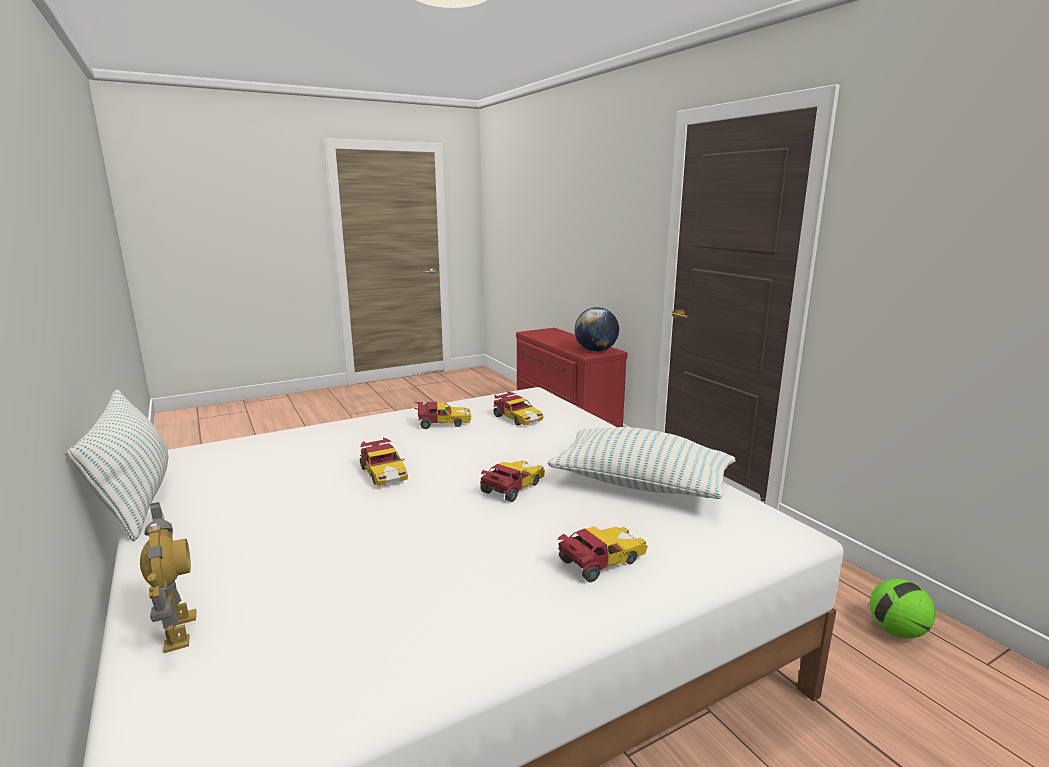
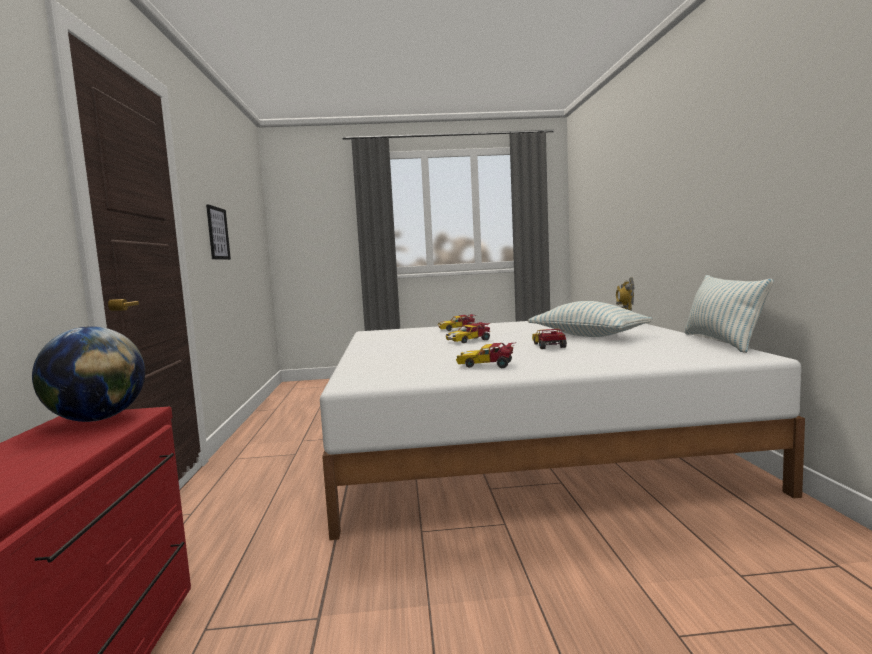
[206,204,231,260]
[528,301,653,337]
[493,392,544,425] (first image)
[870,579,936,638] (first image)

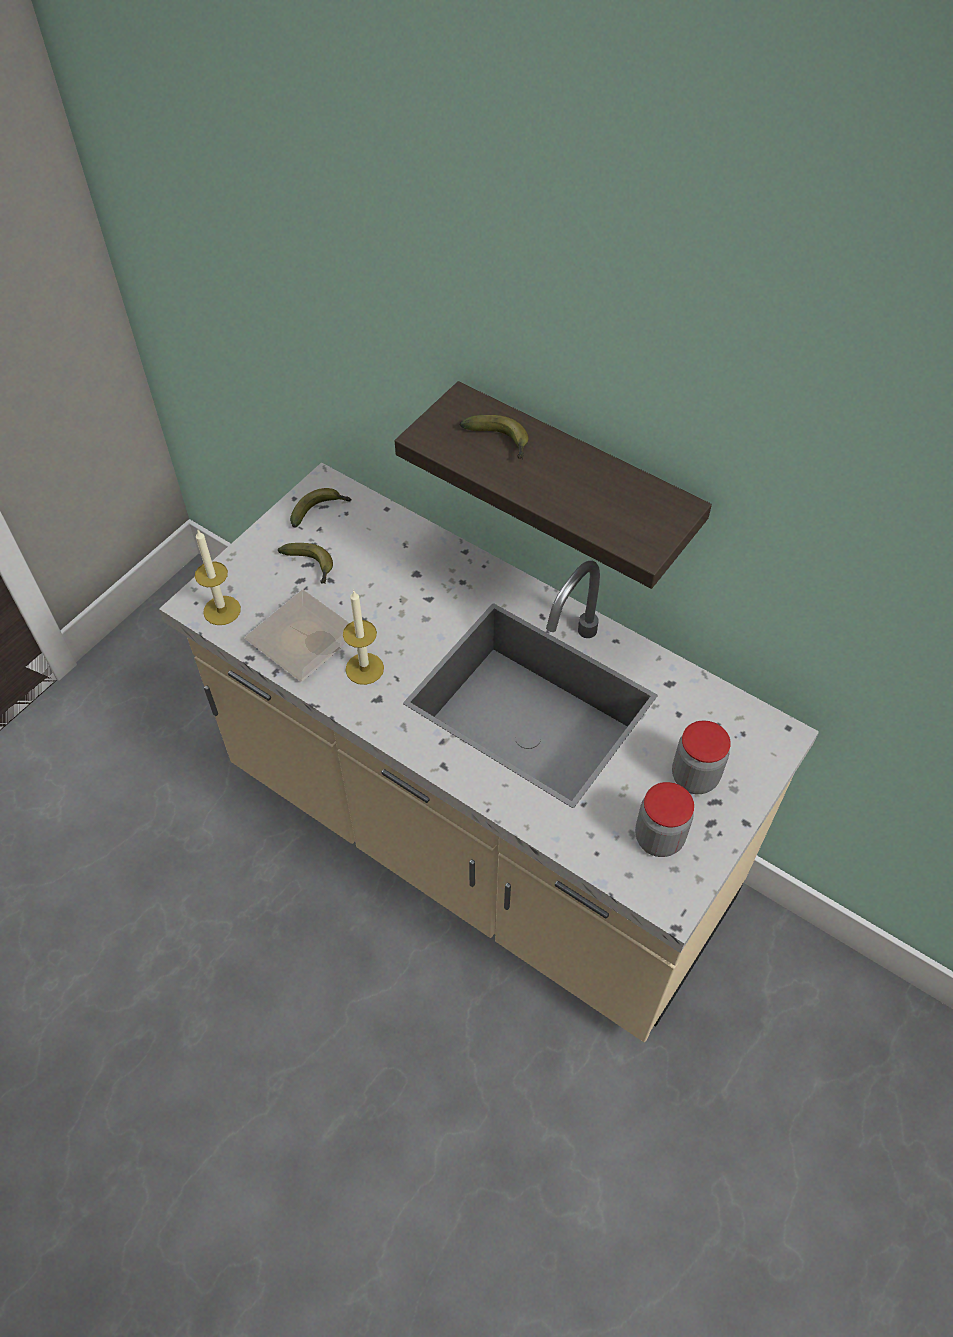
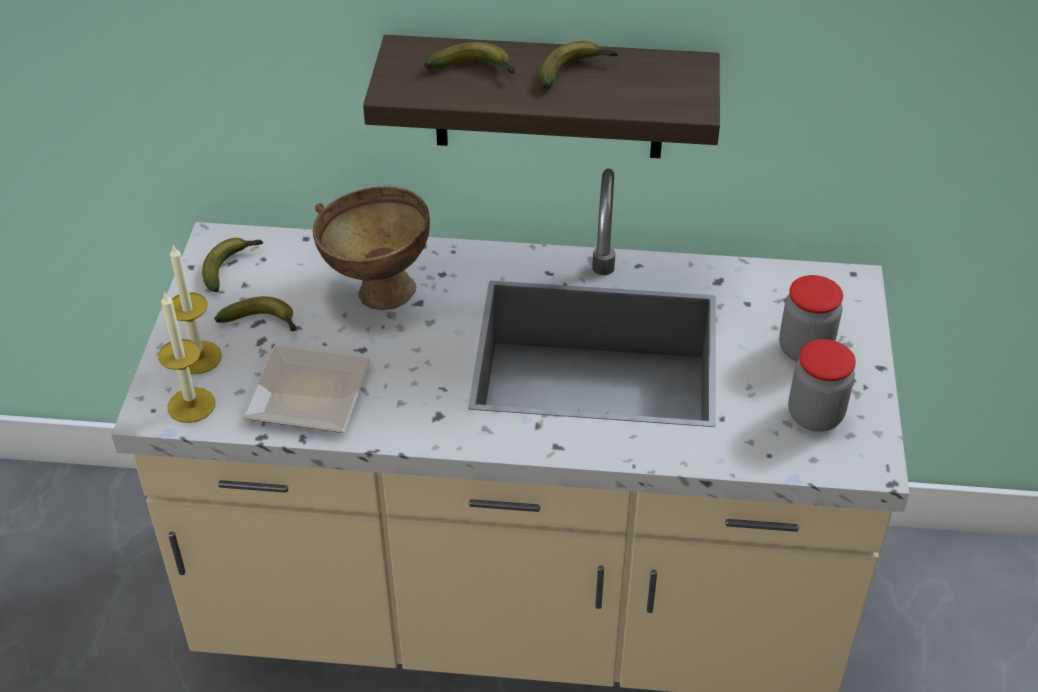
[170,245,222,374]
[313,186,430,310]
[538,41,618,89]

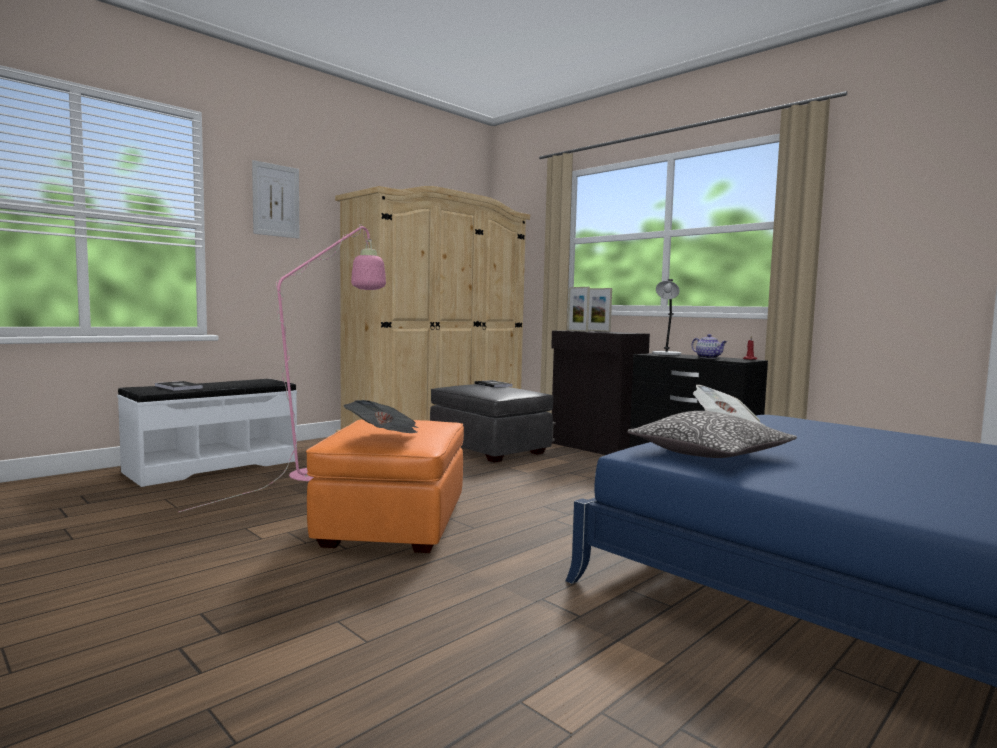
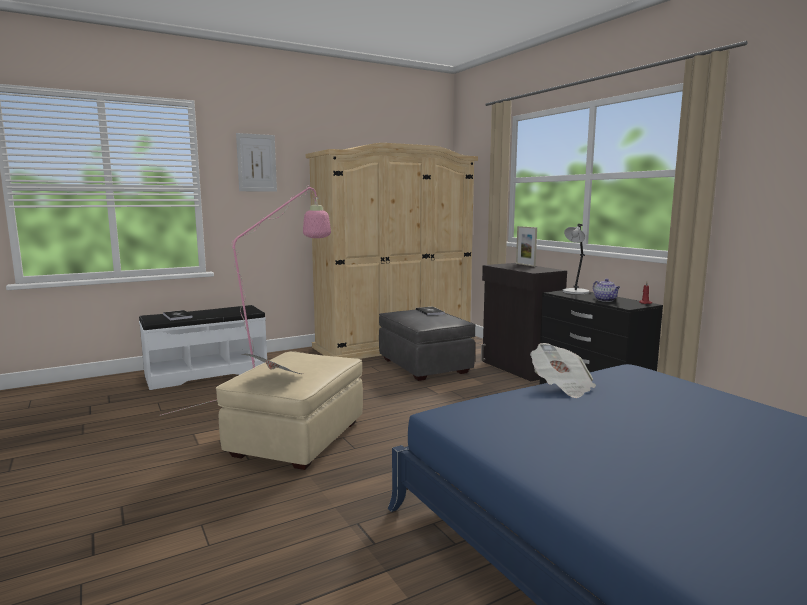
[216,351,363,470]
[567,287,590,332] (first image)
[627,411,797,458] (first image)

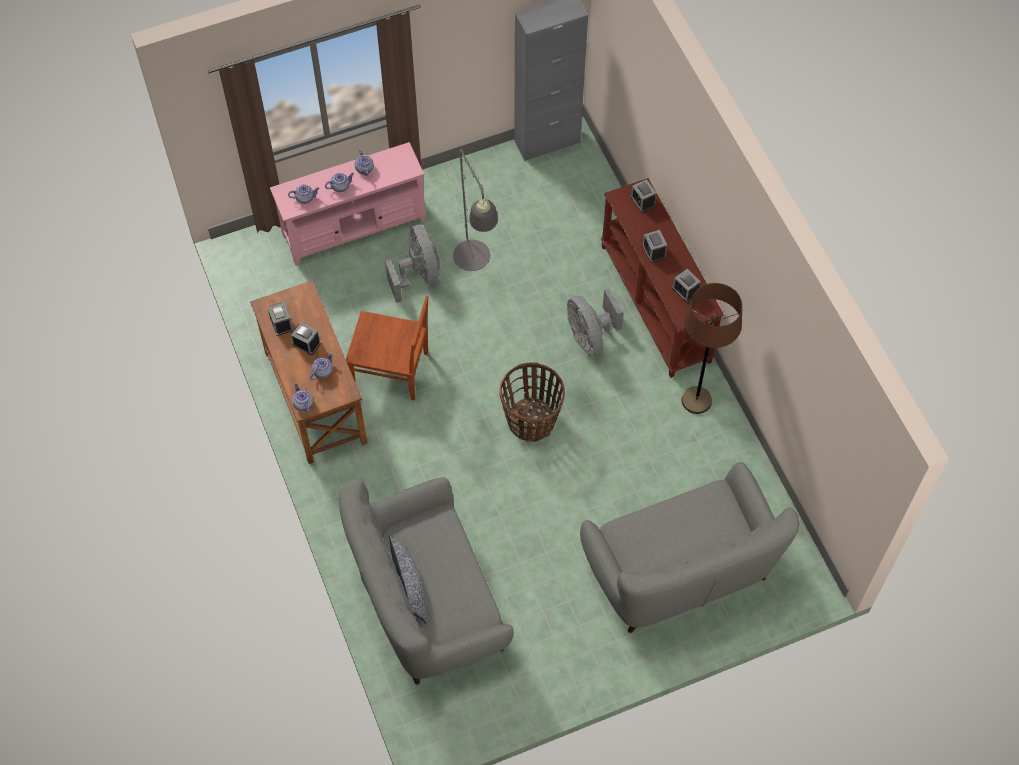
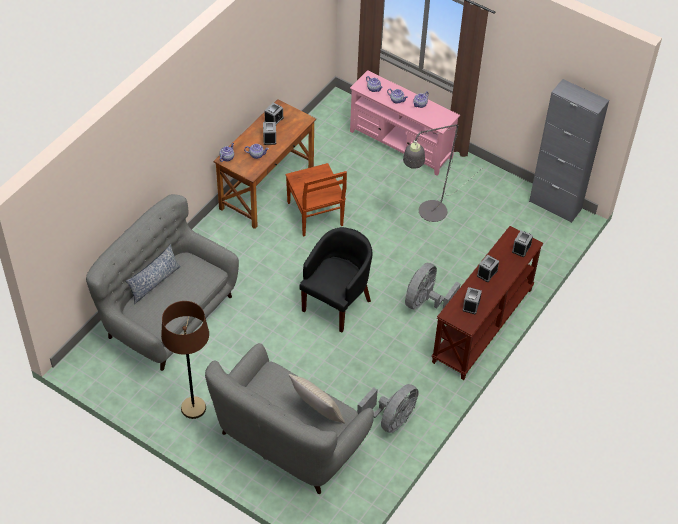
[161,301,209,419]
[289,374,345,423]
[299,227,372,332]
[357,384,419,433]

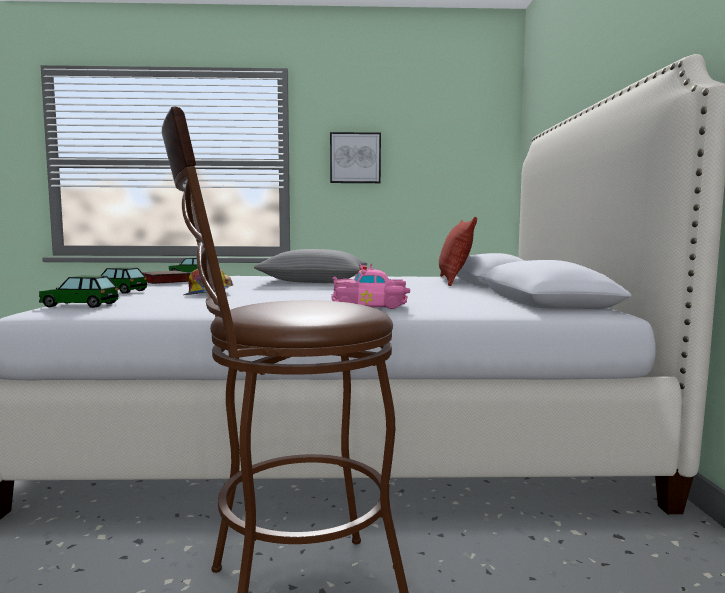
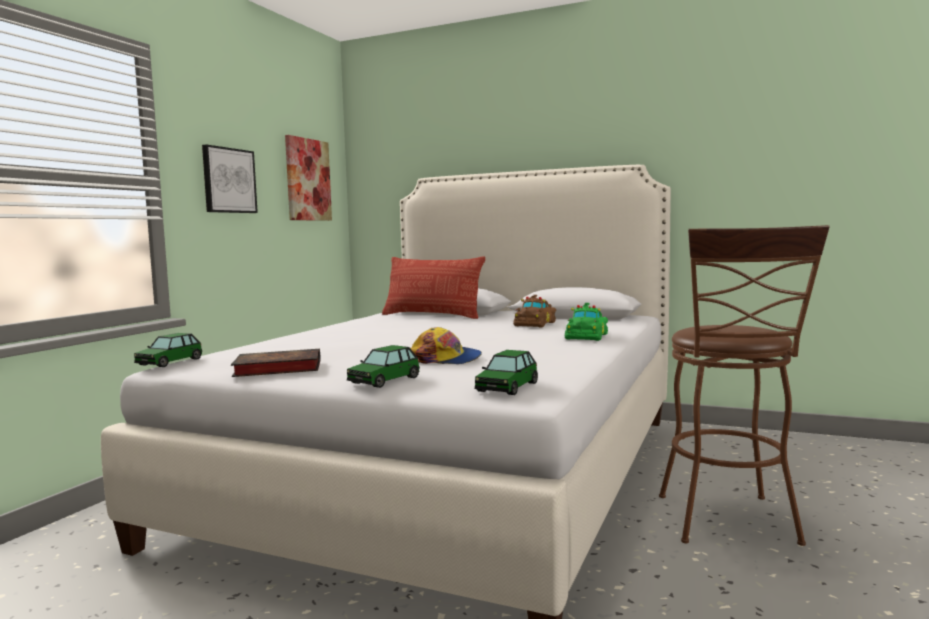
[285,135,332,221]
[513,295,556,327]
[565,303,608,341]
[254,249,367,283] (first image)

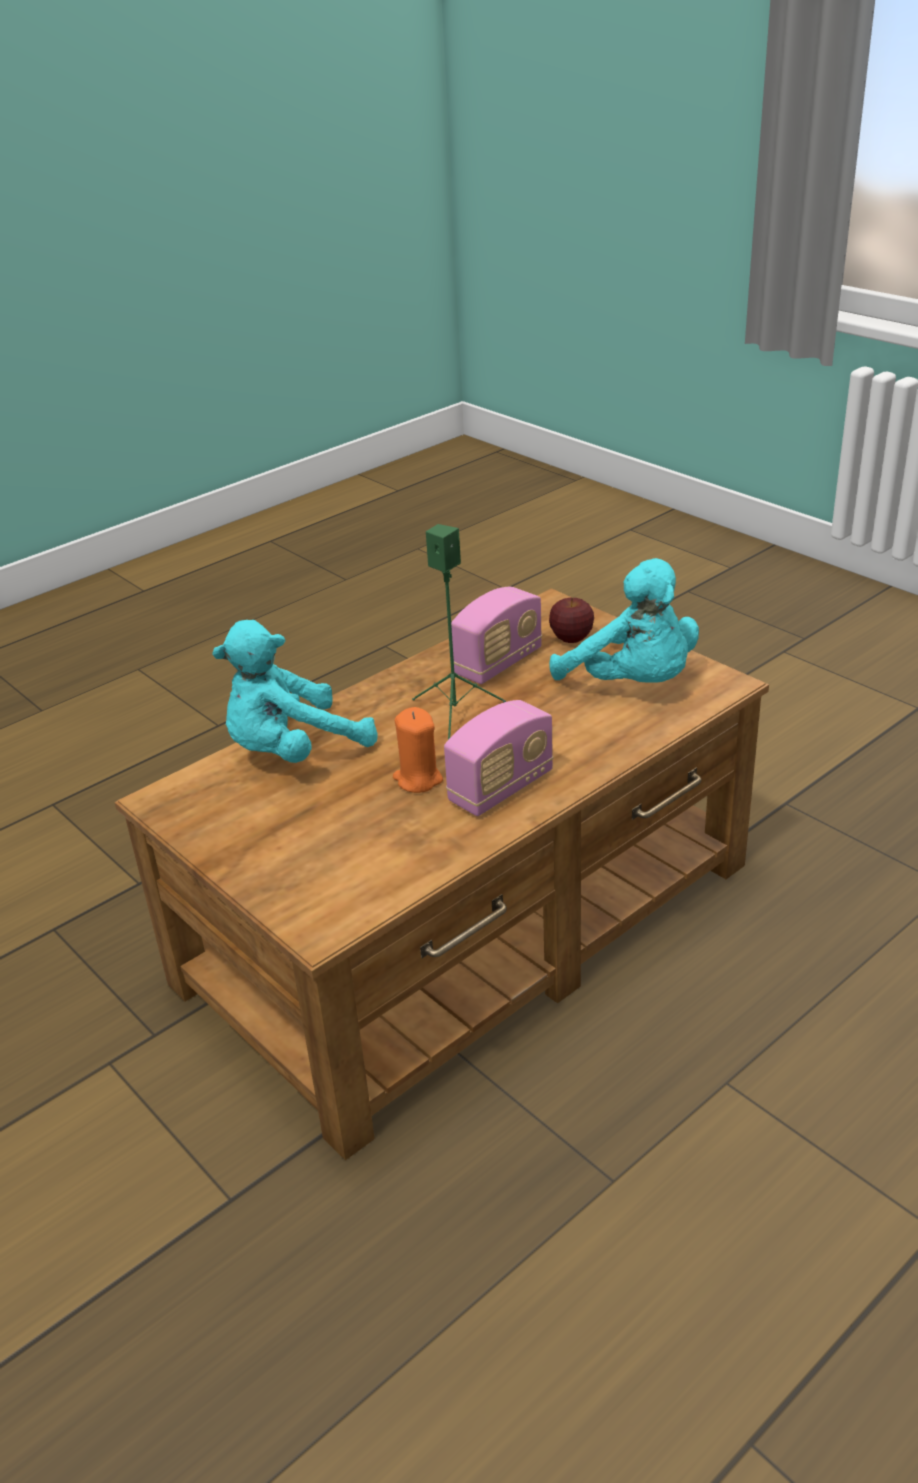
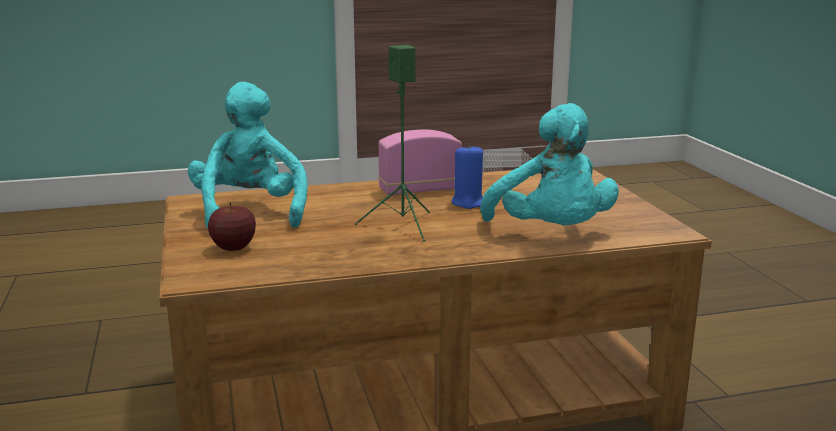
[452,143,483,209]
[480,103,619,225]
[451,587,542,684] (first image)

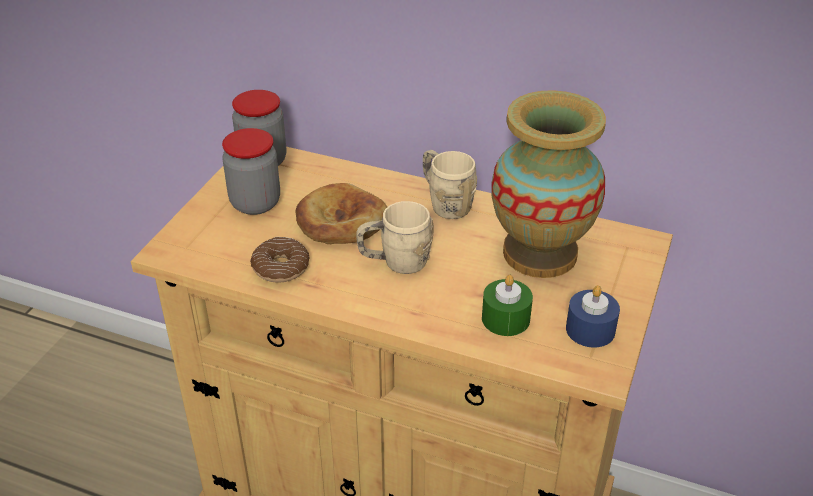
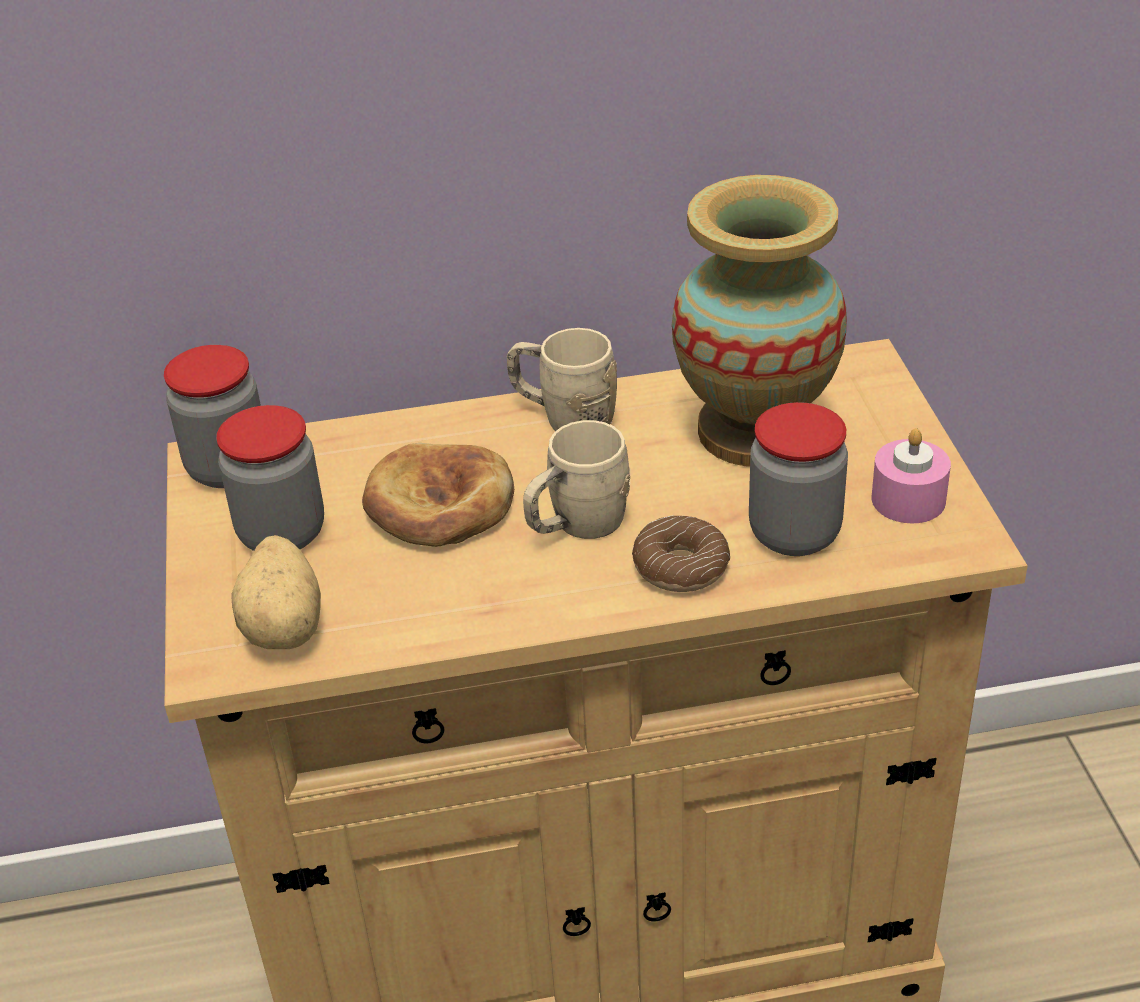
[231,535,321,649]
[632,516,730,592]
[749,402,848,556]
[871,428,951,523]

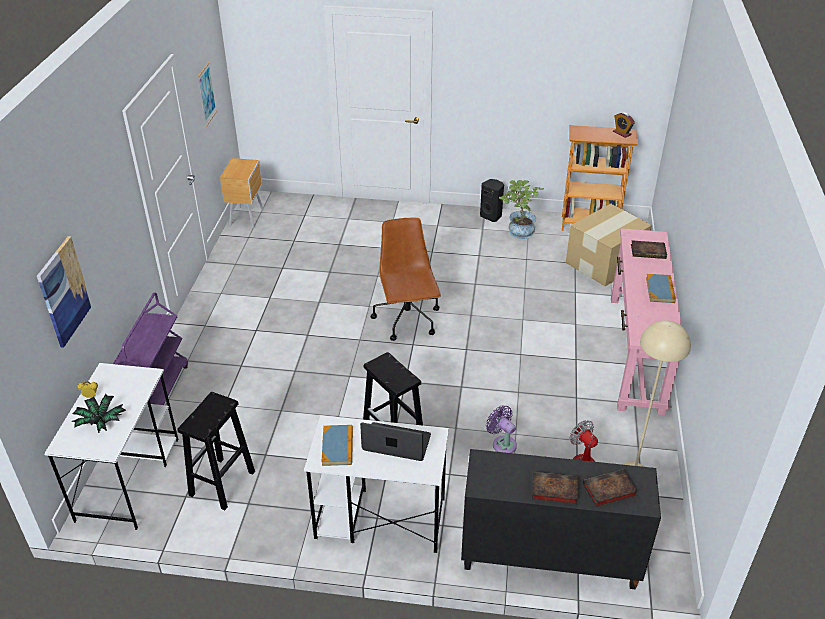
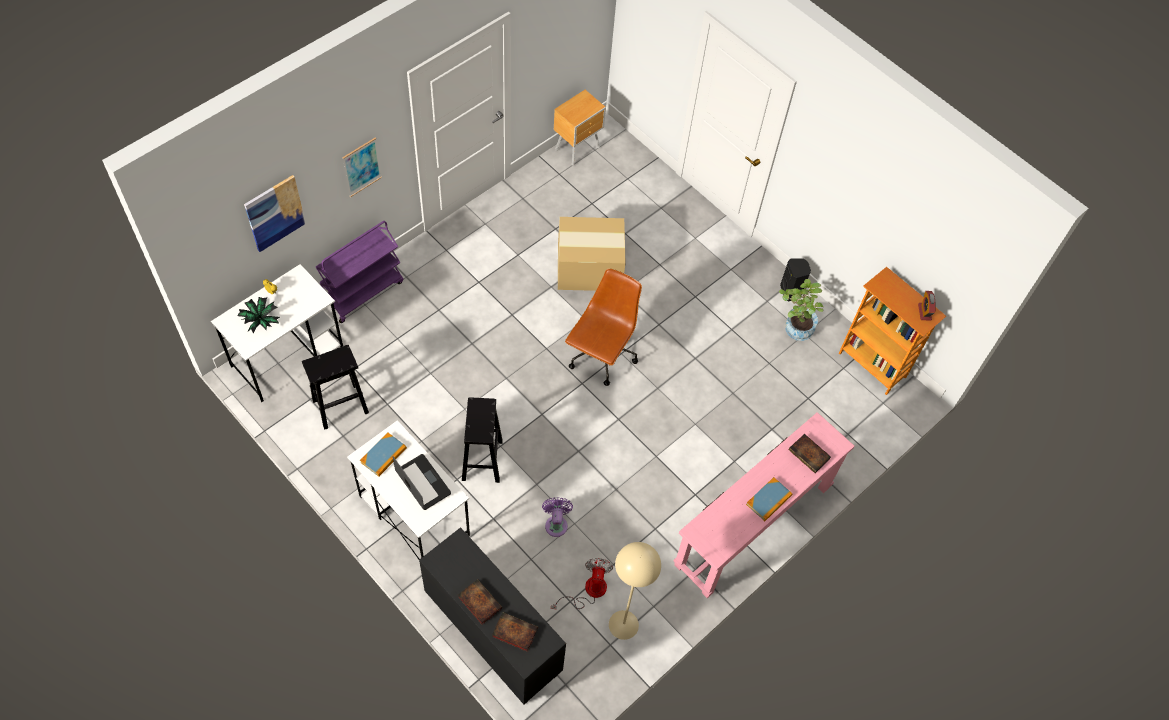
[342,138,382,197]
[558,217,626,291]

